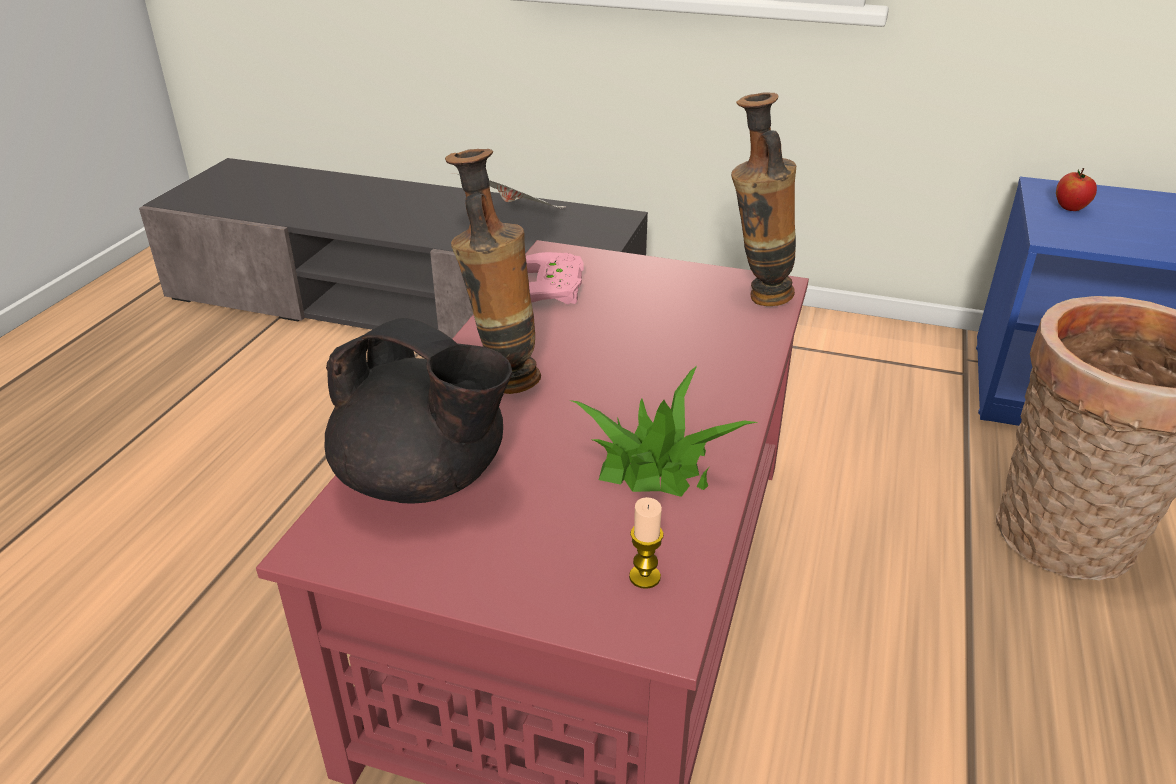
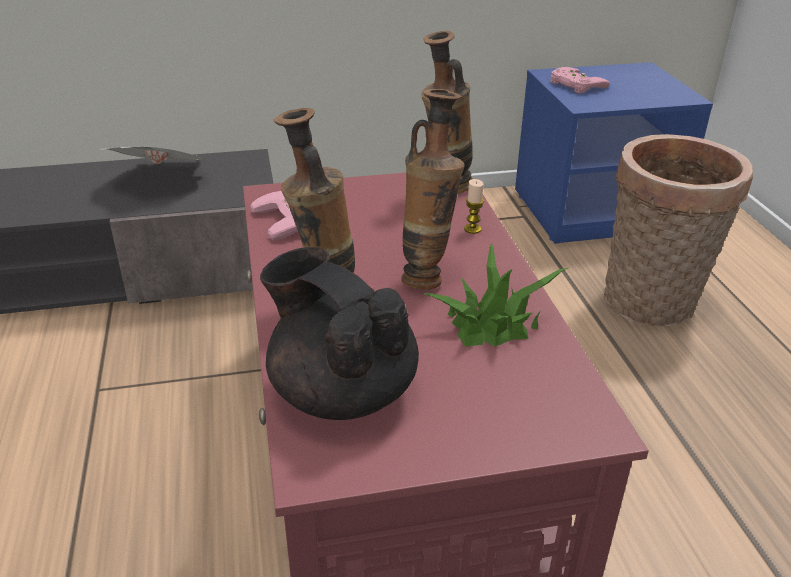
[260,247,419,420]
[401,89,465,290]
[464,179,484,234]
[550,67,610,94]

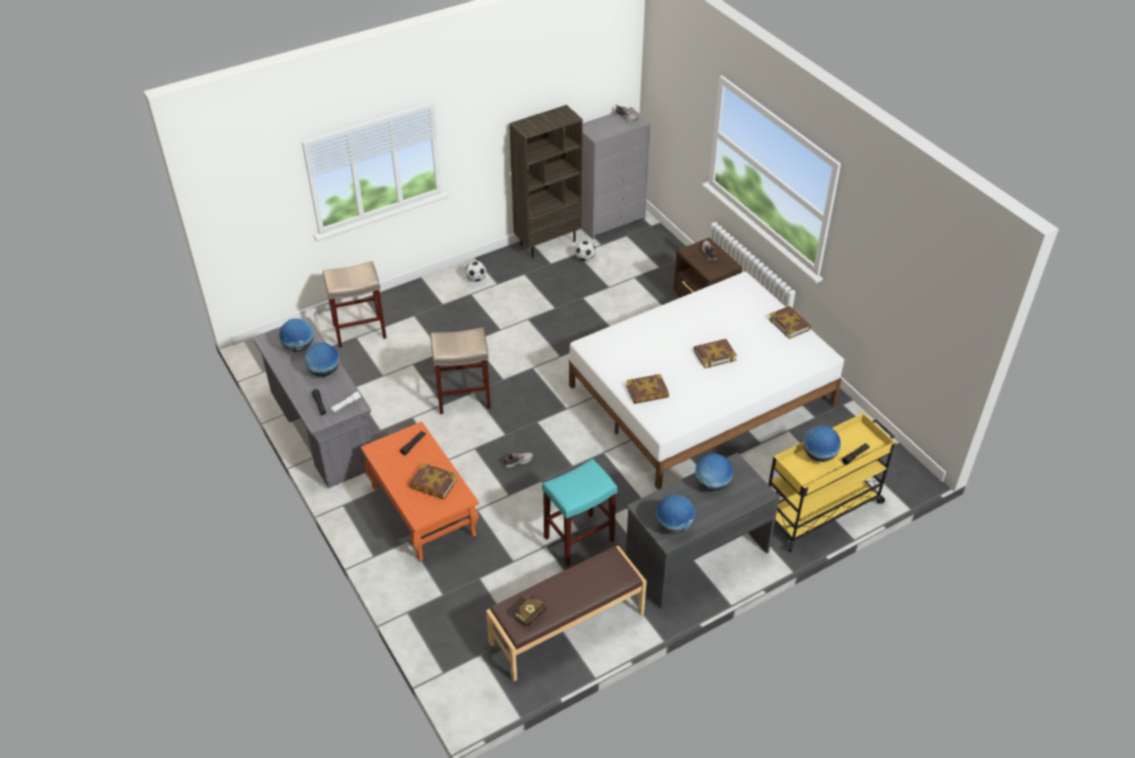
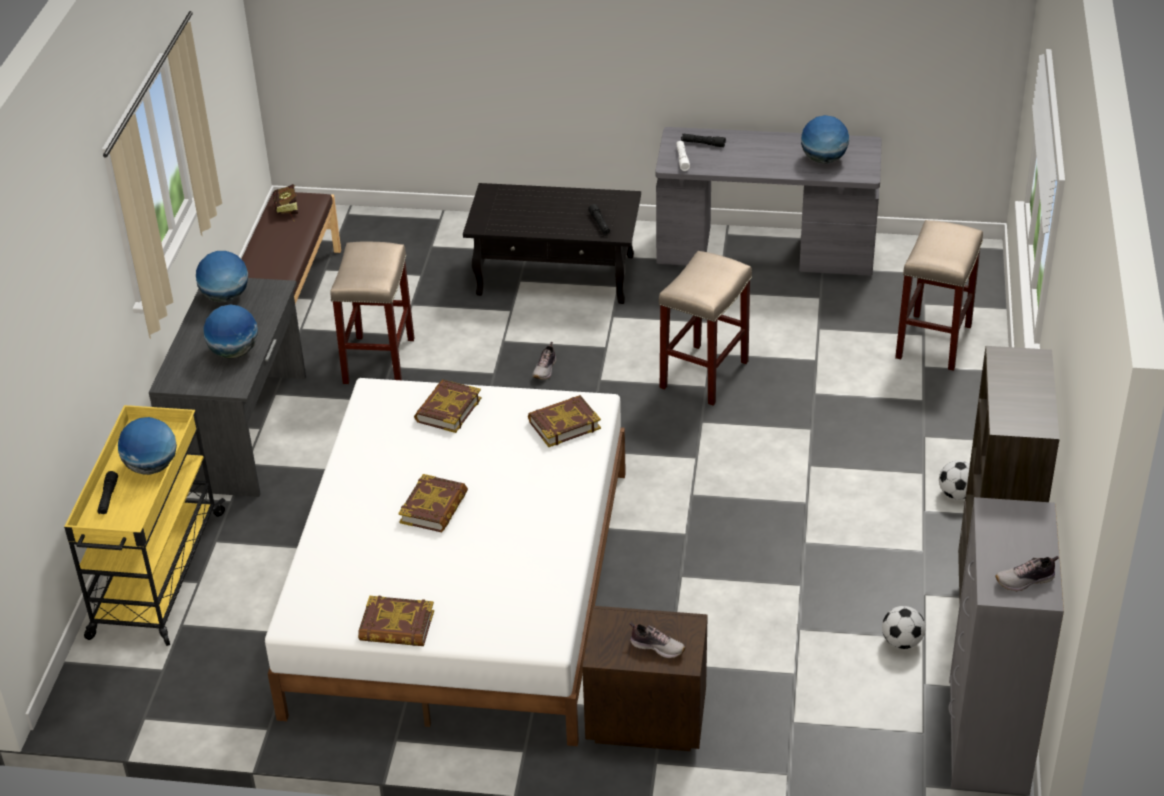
[330,241,414,384]
[463,183,641,304]
[528,395,601,447]
[304,342,339,377] (first image)

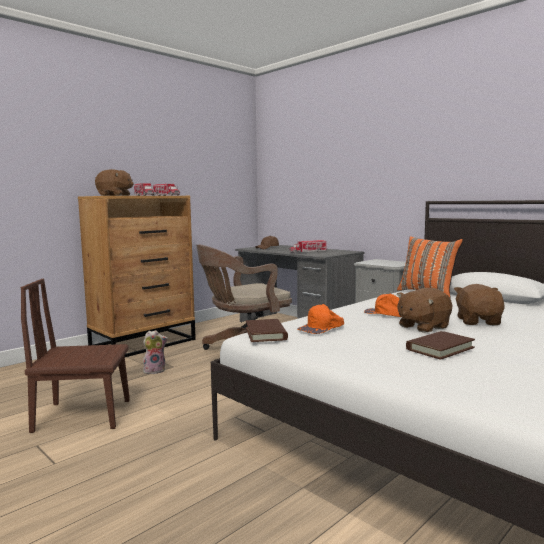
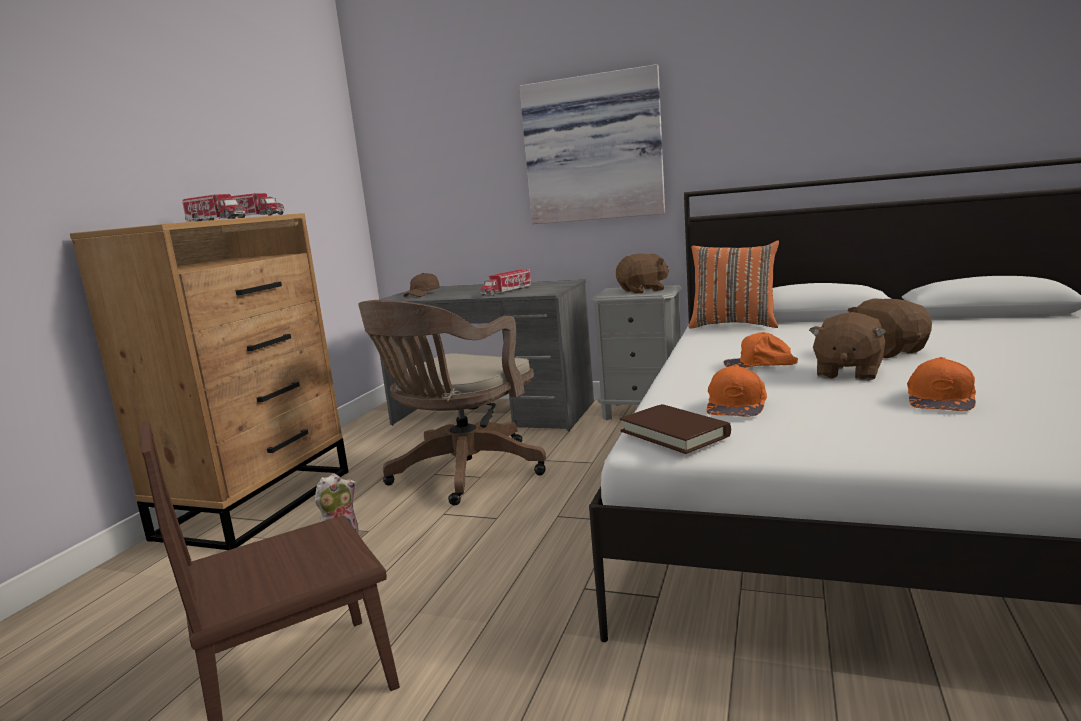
[519,64,665,224]
[616,253,669,294]
[907,357,976,411]

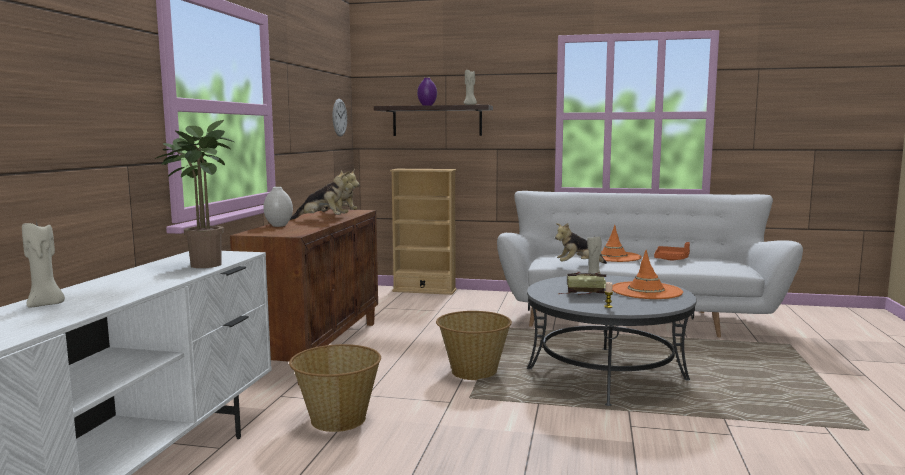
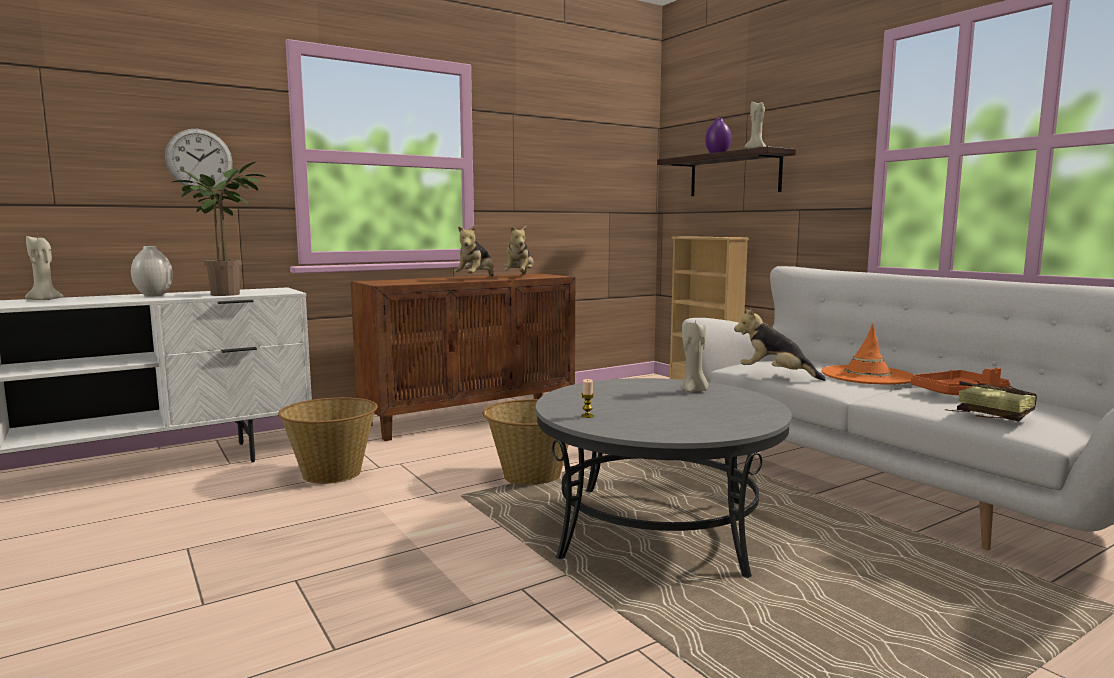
[131,246,173,297]
[165,129,233,191]
[454,225,494,277]
[945,380,1037,421]
[612,250,683,299] (first image)

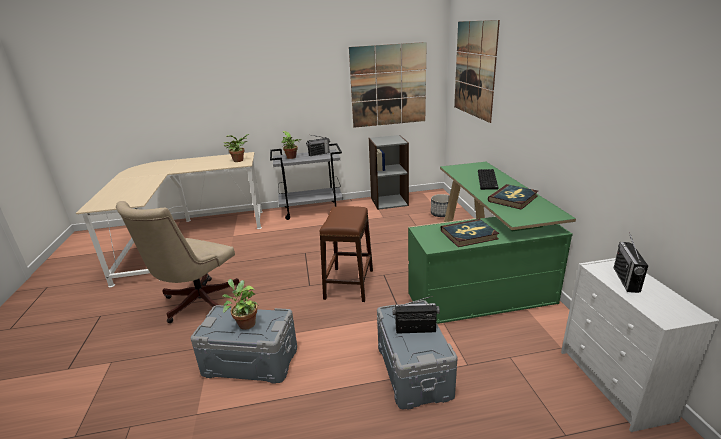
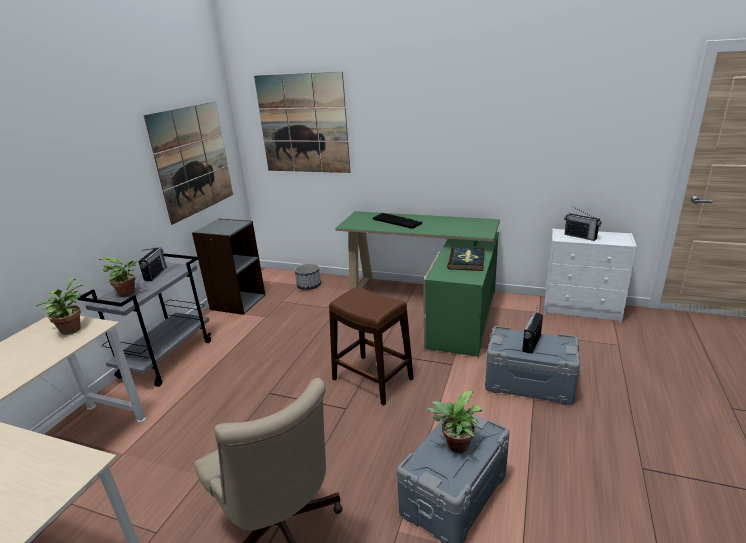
[488,184,538,210] (first image)

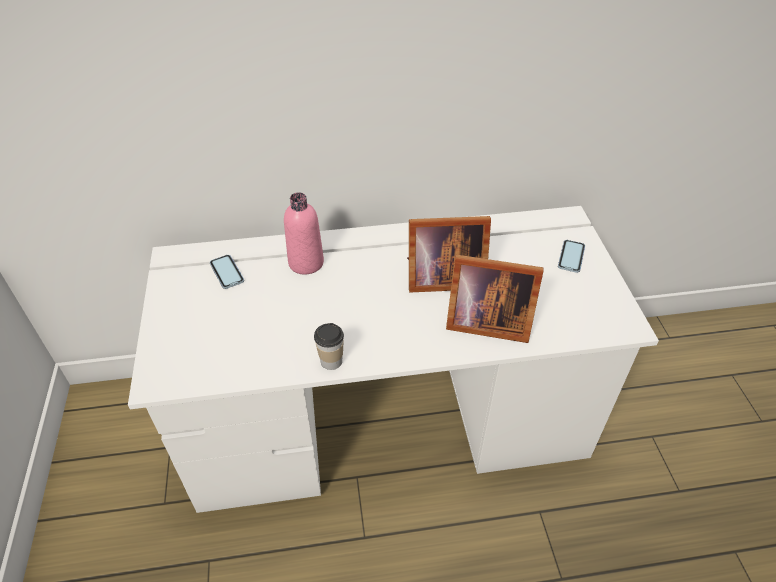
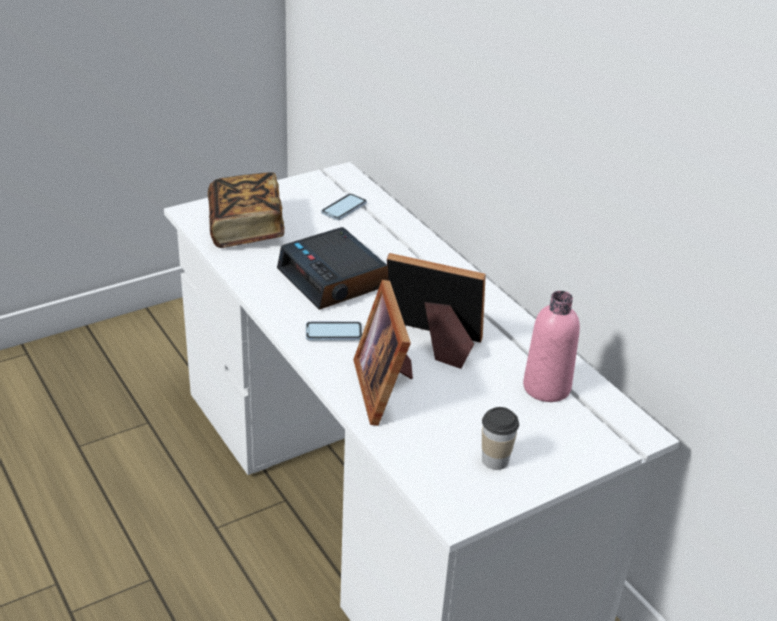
[208,173,285,248]
[277,227,388,310]
[306,321,362,341]
[387,253,486,369]
[482,407,519,470]
[523,291,580,402]

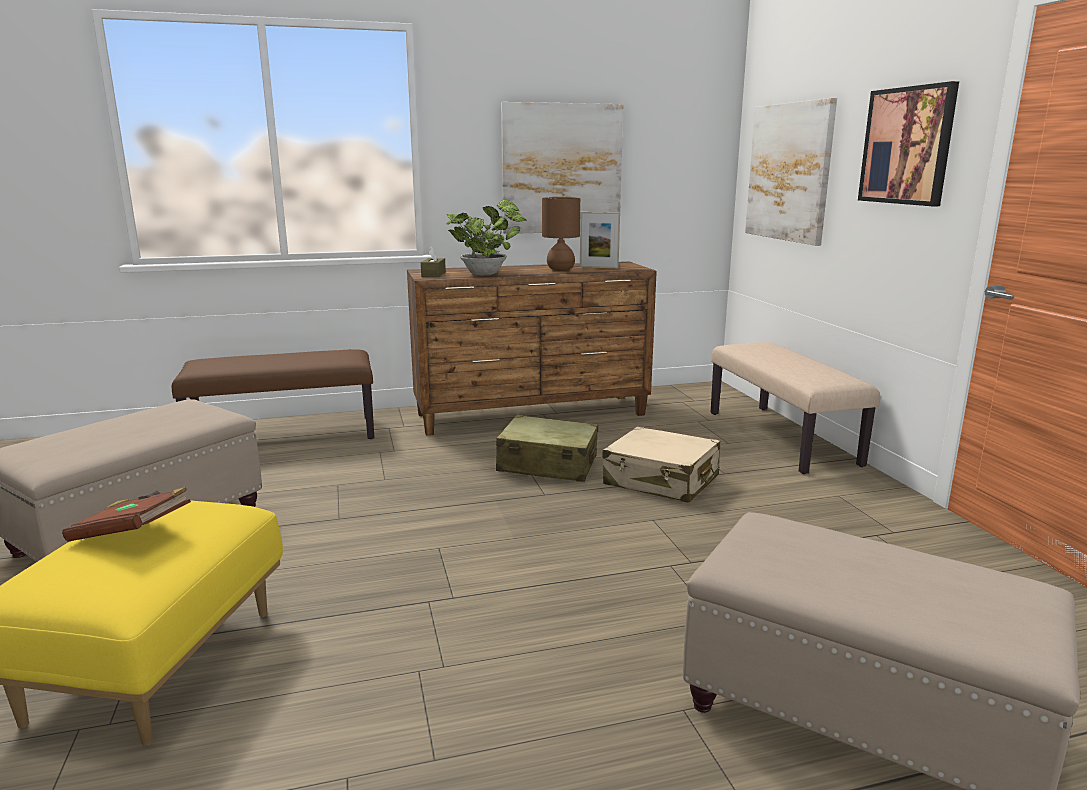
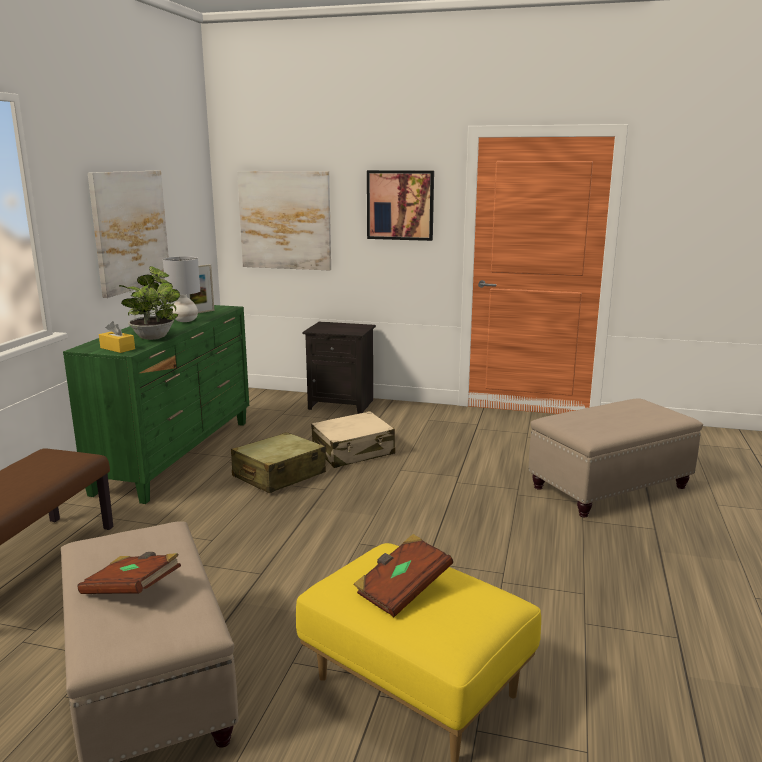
[63,305,249,504]
[77,552,181,594]
[99,321,135,353]
[163,256,200,322]
[302,322,376,414]

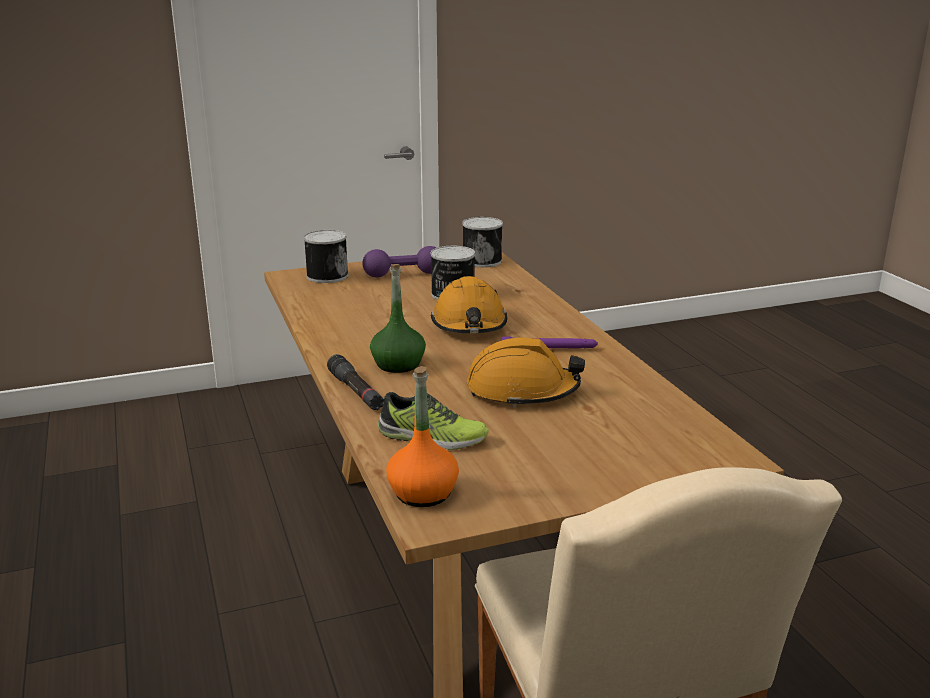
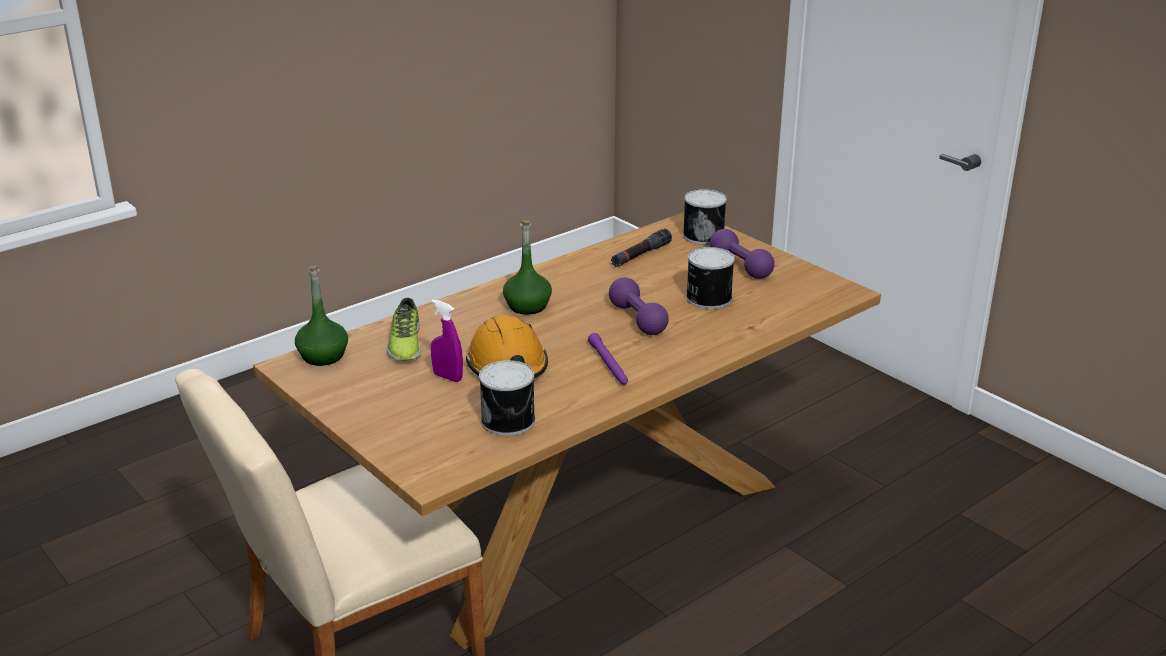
[295,265,348,366]
[431,299,463,382]
[479,360,535,436]
[609,277,669,335]
[611,229,672,267]

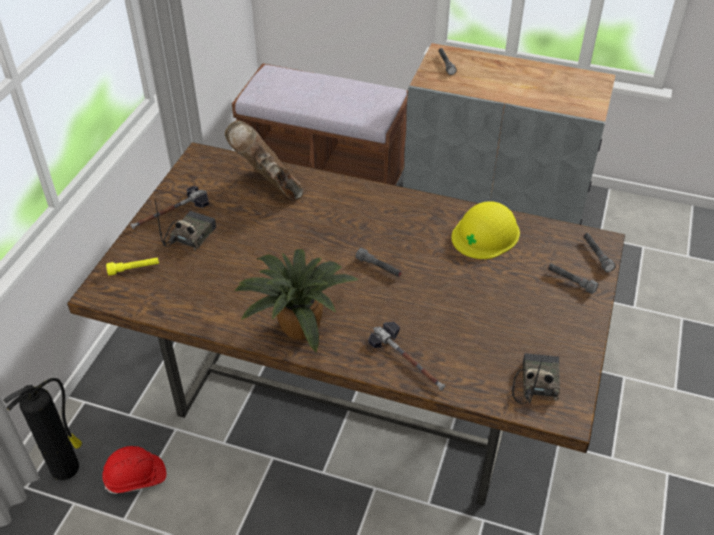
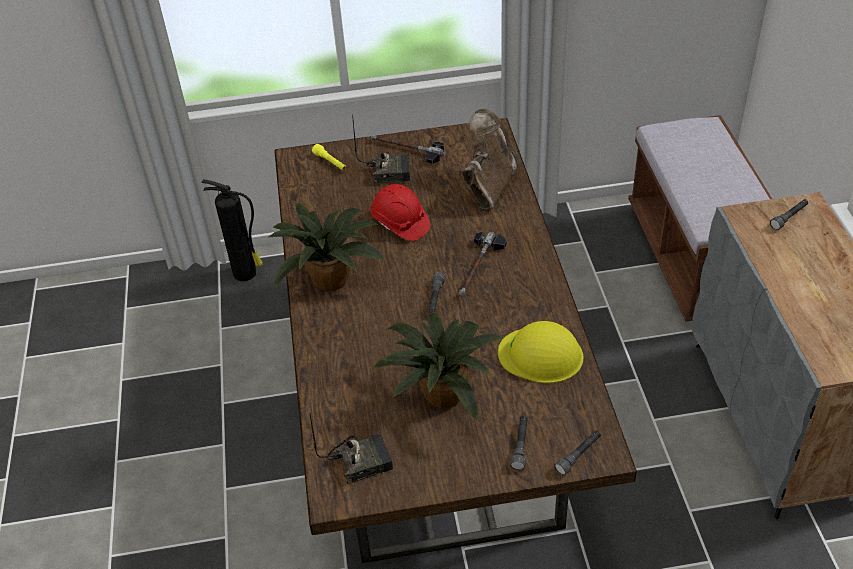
[371,184,430,241]
[373,312,503,421]
[459,231,507,296]

